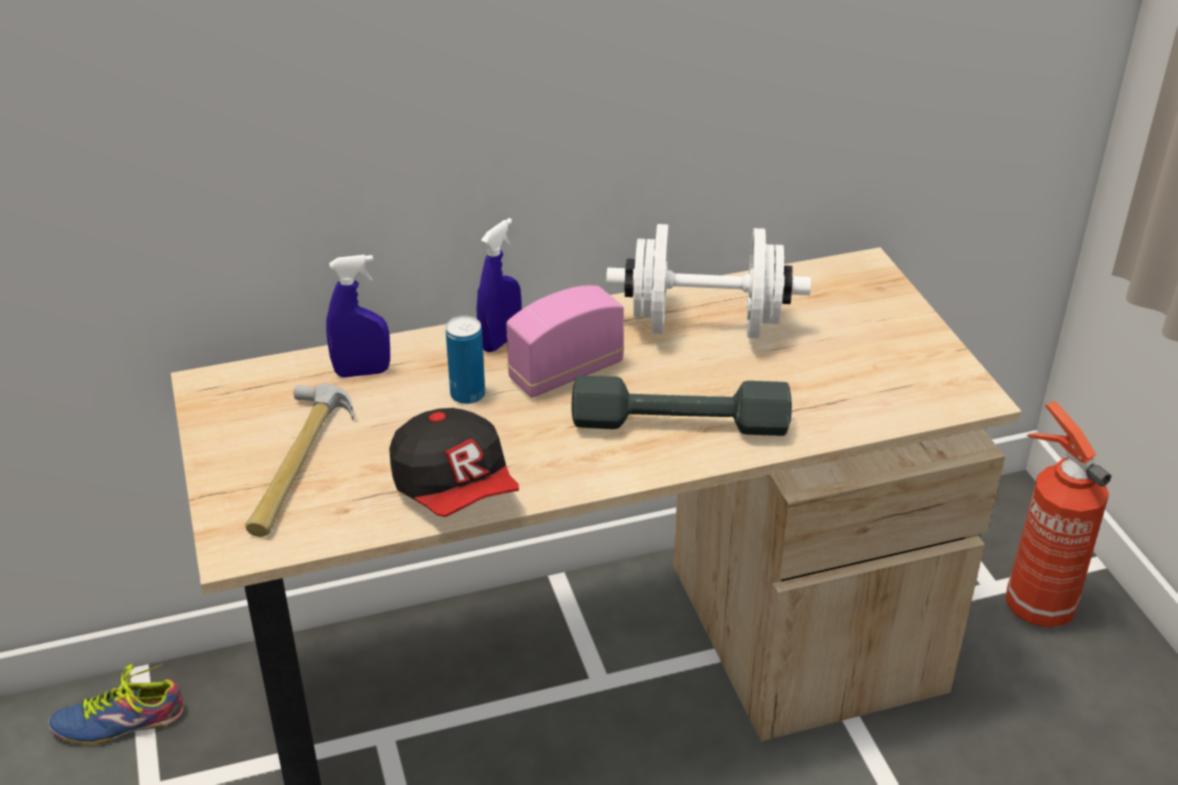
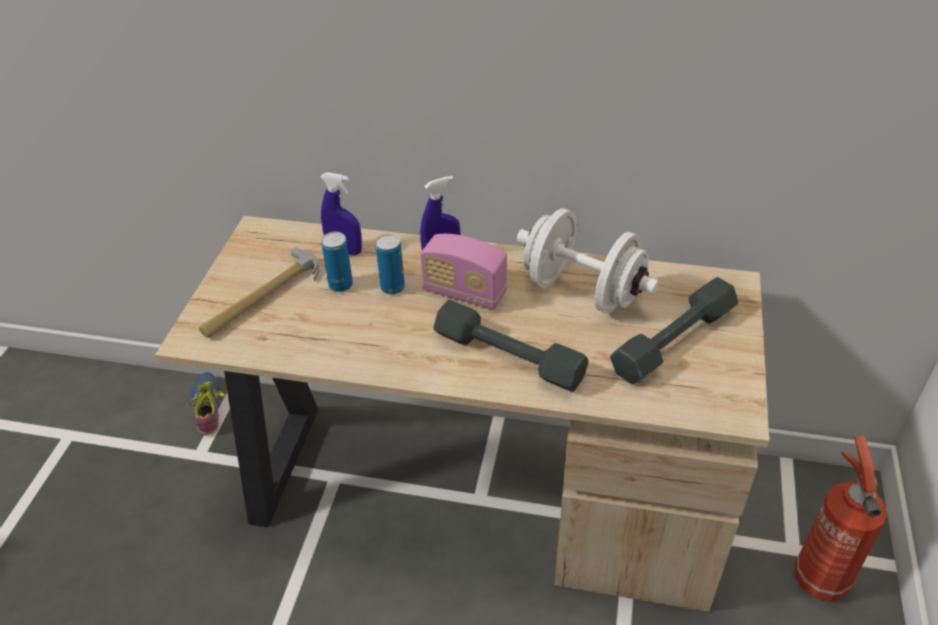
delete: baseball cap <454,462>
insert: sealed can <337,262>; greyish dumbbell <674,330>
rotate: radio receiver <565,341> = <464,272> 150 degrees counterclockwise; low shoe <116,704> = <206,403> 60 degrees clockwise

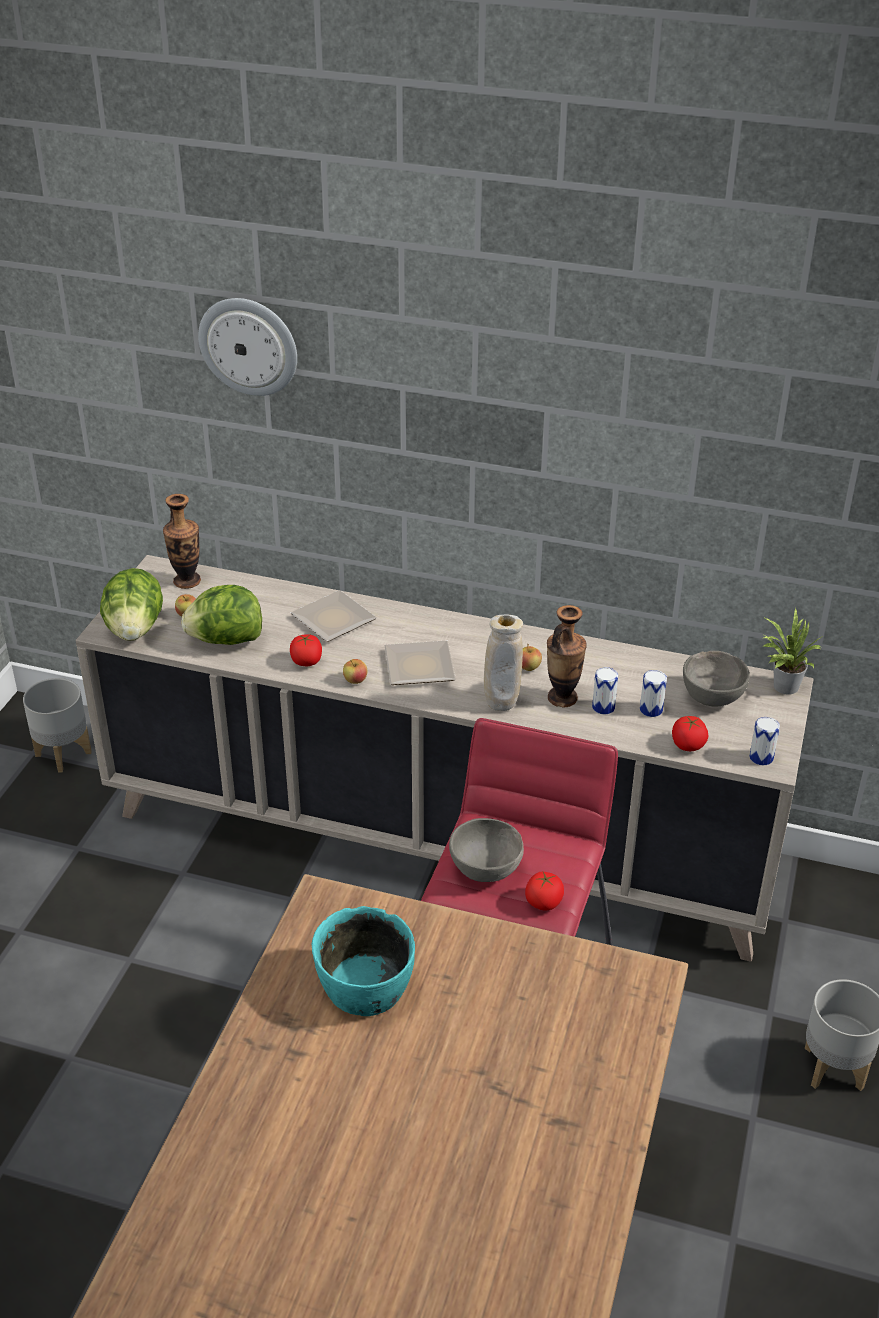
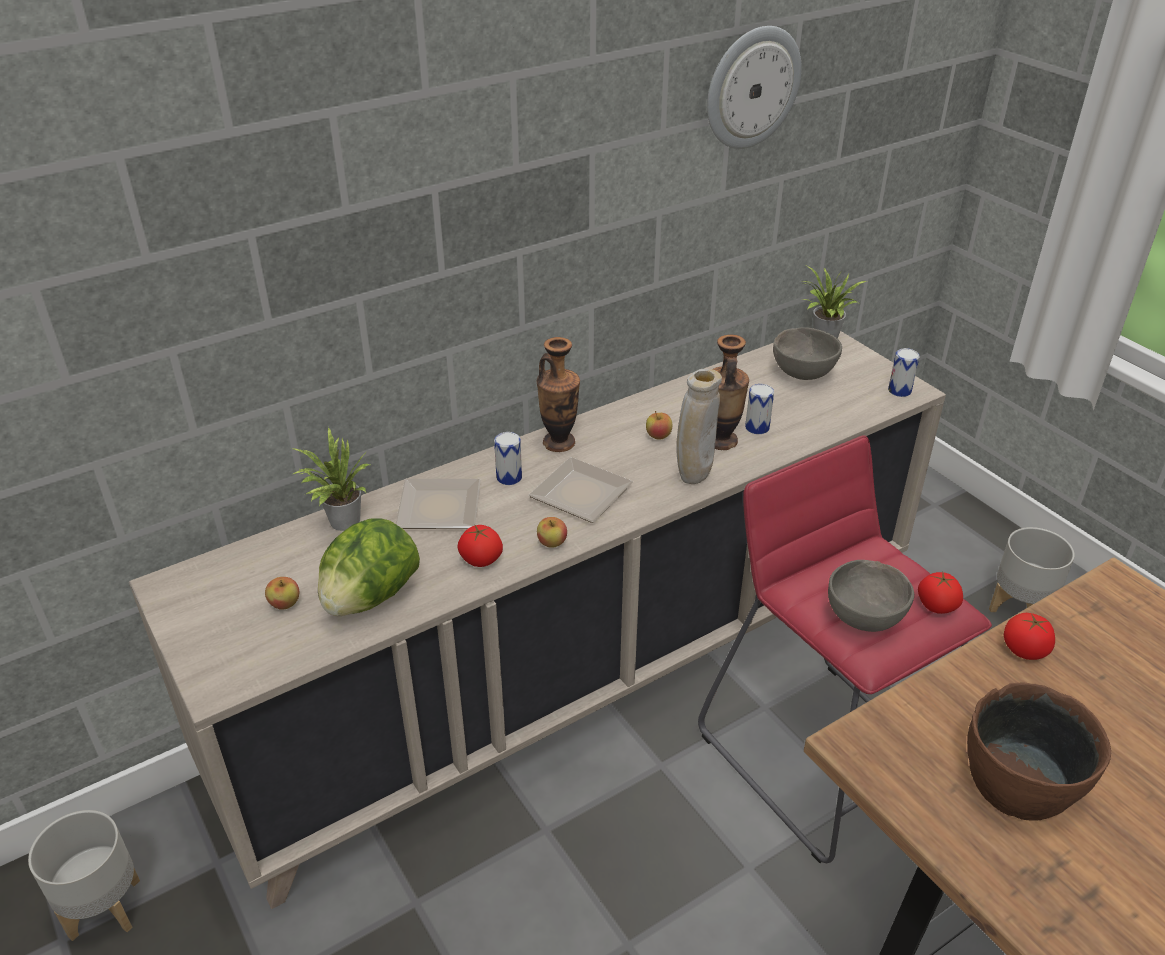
delete: lettuce head <131,604>
insert: houseplant <330,479>
move: wall clock <247,347> to <754,87>; flower vase <182,541> to <558,394>; sealed can <653,693> to <508,458>; tomato <690,733> to <1029,636>
recolor: turquoise-coloured bowl <363,961> to brown-coloured bowl <1039,751>

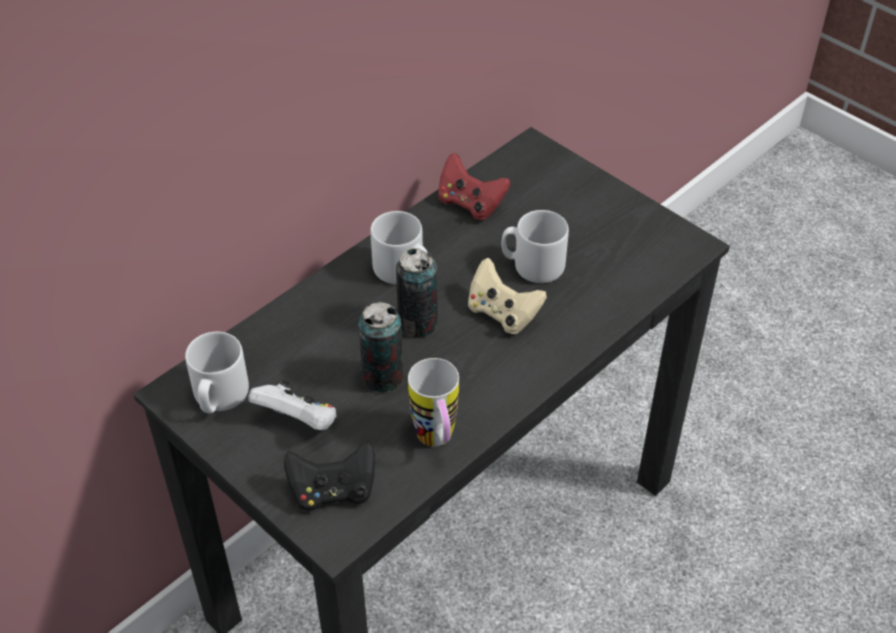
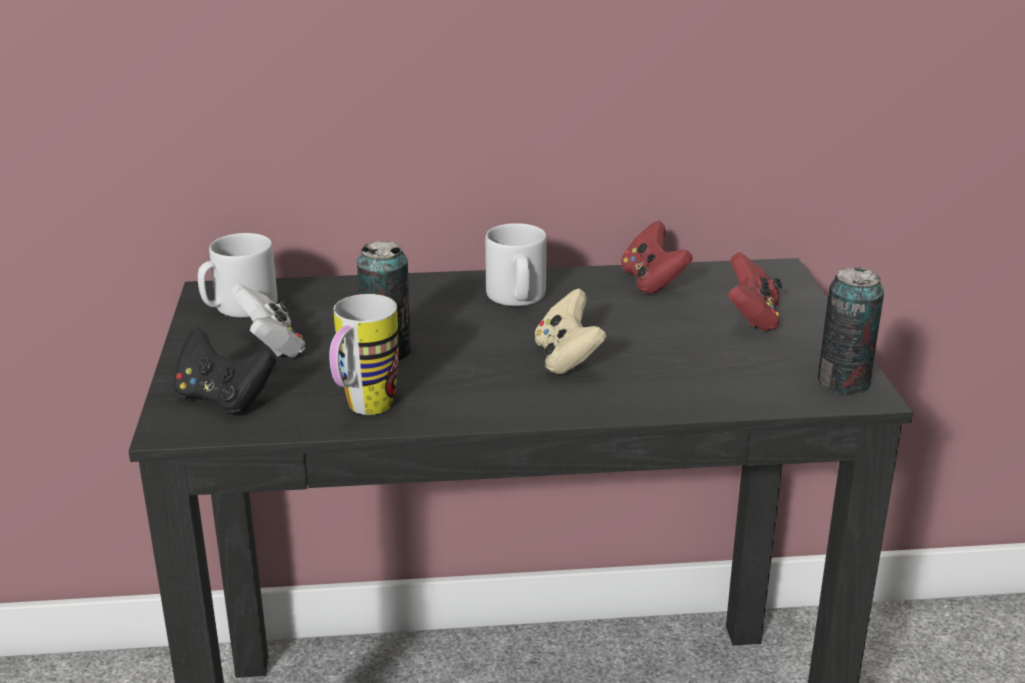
delete: greyish mug <535,246>
insert: reddish game controller <755,291>
move: sealed can <417,292> to <850,330>

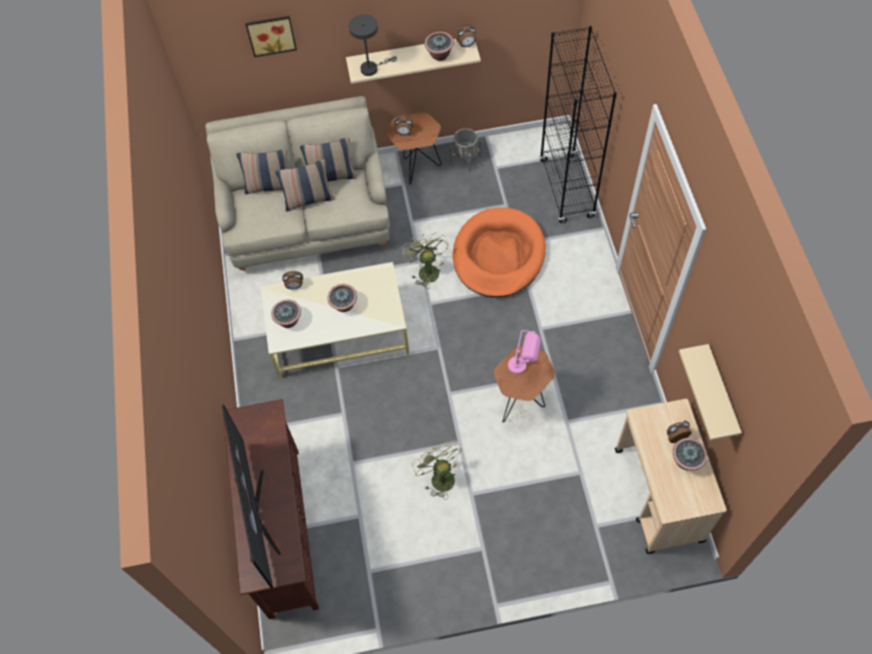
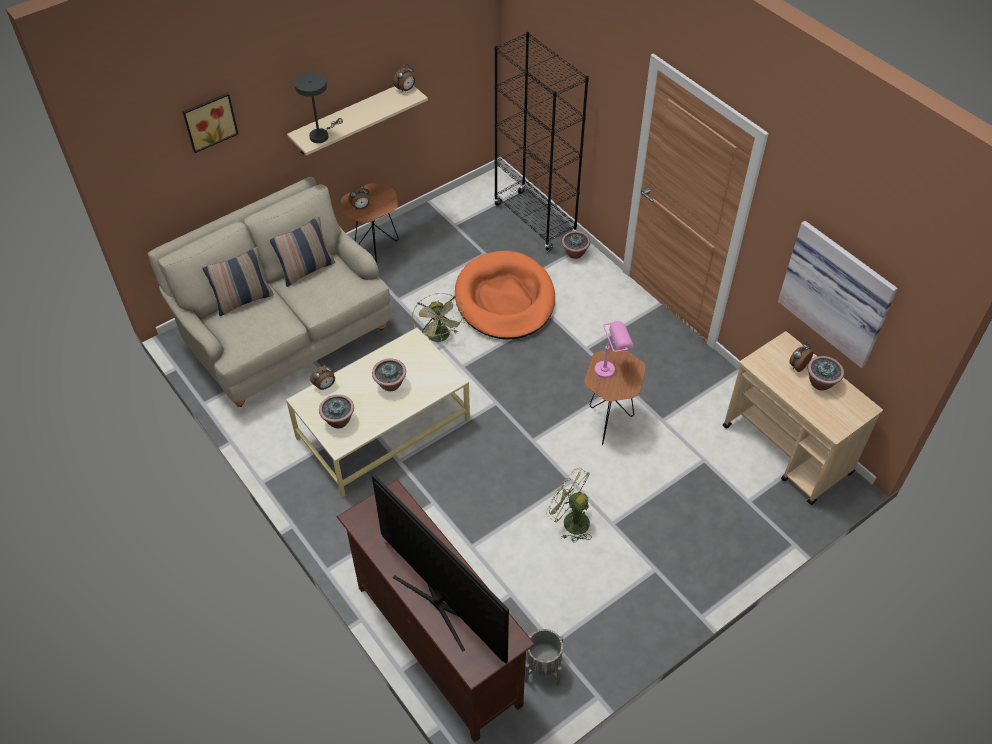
delete: cushion <305,185>
move: houseplant <439,46> to <576,245>; greyish plant pot <466,150> to <544,657>
replace: sand-coloured shelf <710,392> to wall picture <838,294>
rotate: greenish electric fan <425,260> = <438,317> 150 degrees counterclockwise

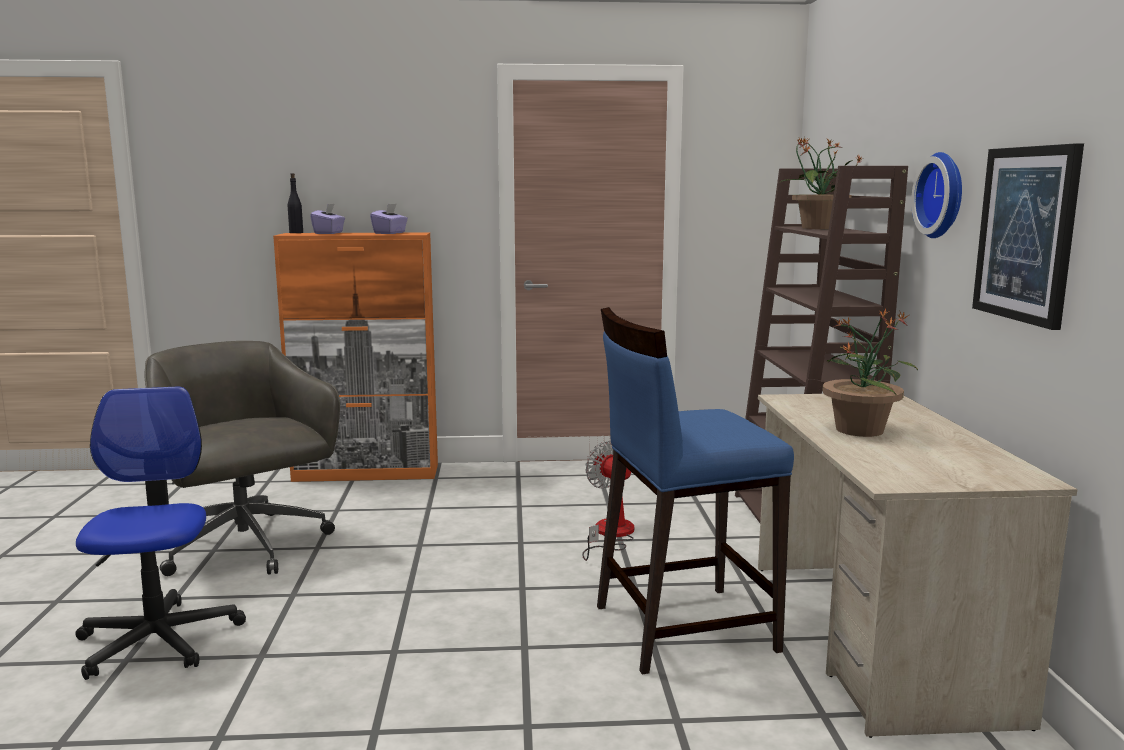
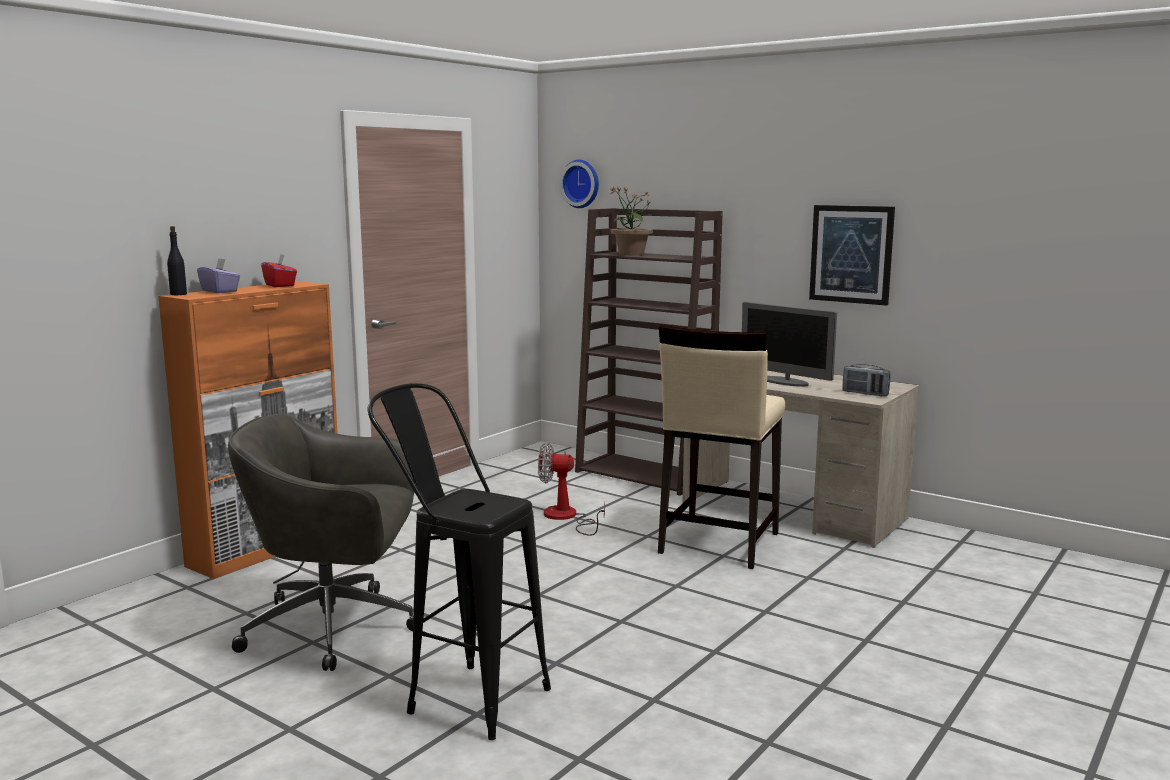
insert: radio receiver <866,380>
move: wall clock <936,195> to <579,184>
replace: houseplant <870,373> to computer display <789,344>; computer chair <160,533> to black-coloured stool seat <459,561>
recolor: purplish tissue box <389,219> to reddish tissue box <279,270>; blue-coloured stool seat <695,490> to sand-coloured stool seat <721,447>

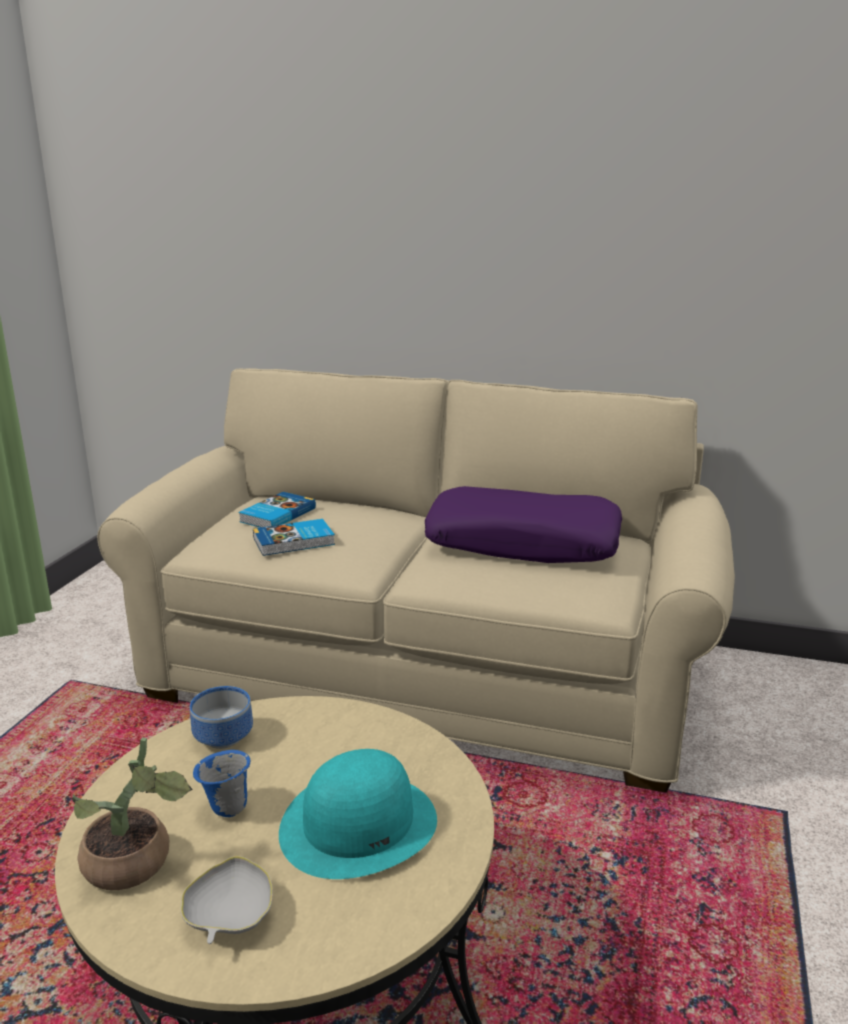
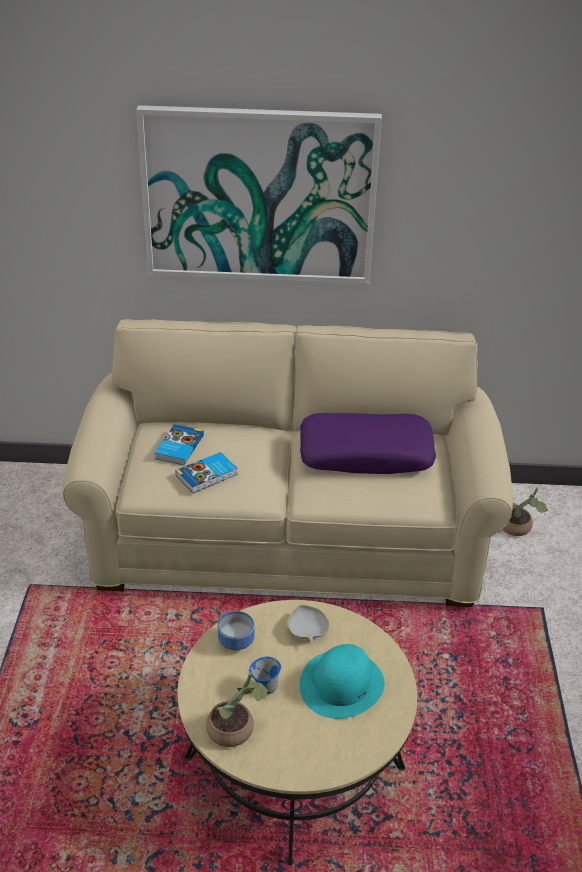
insert: wall picture <259,194>; houseplant <525,512>
move: whitish bowl <227,900> to <308,624>

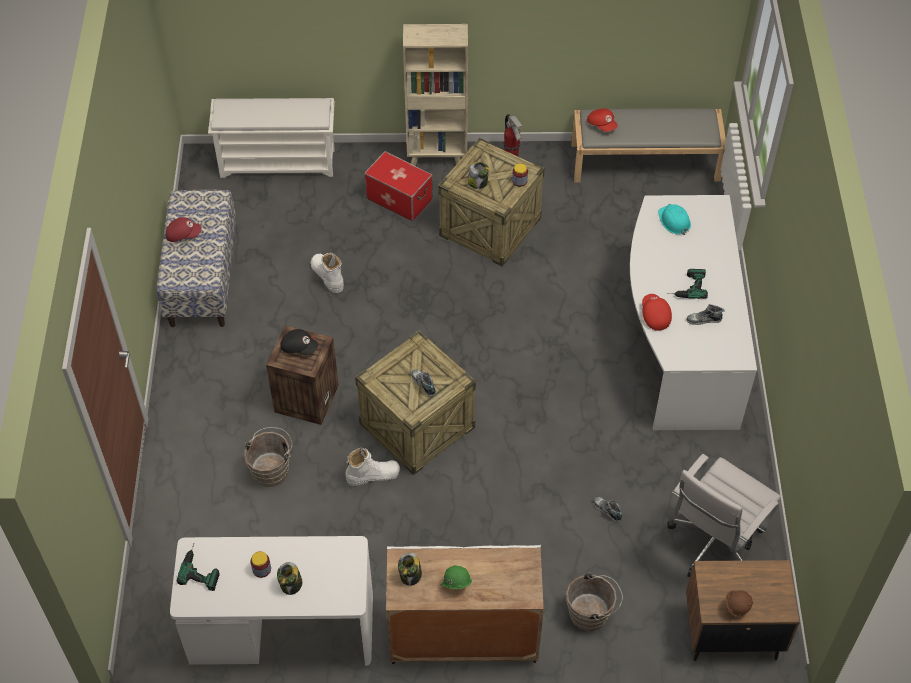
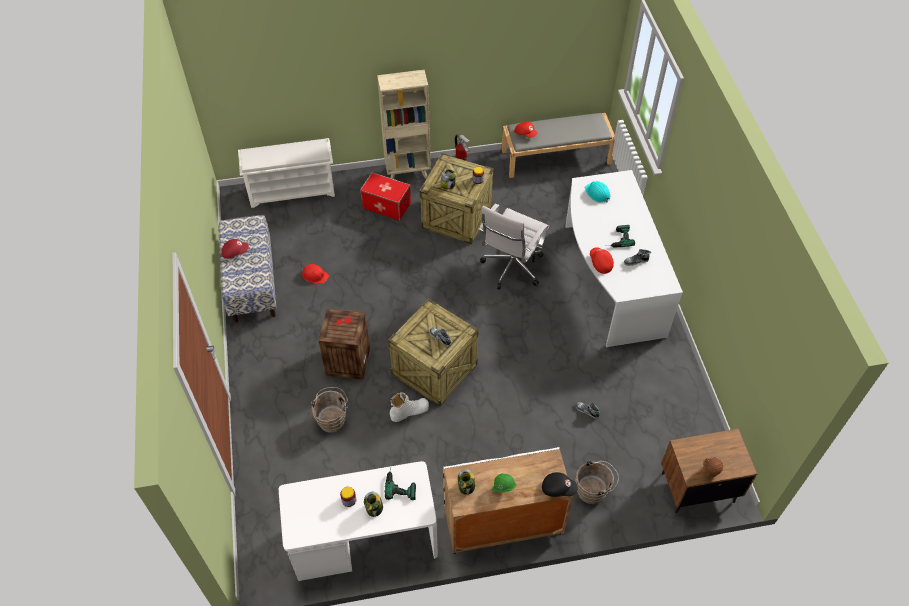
delete: whitish high-top boot <327,273>
insert: reddish hard hat <315,273>
move: black-coloured baseball cap <299,342> to <560,484>; whitish computer chair <724,515> to <513,246>; drill <198,567> to <400,483>

